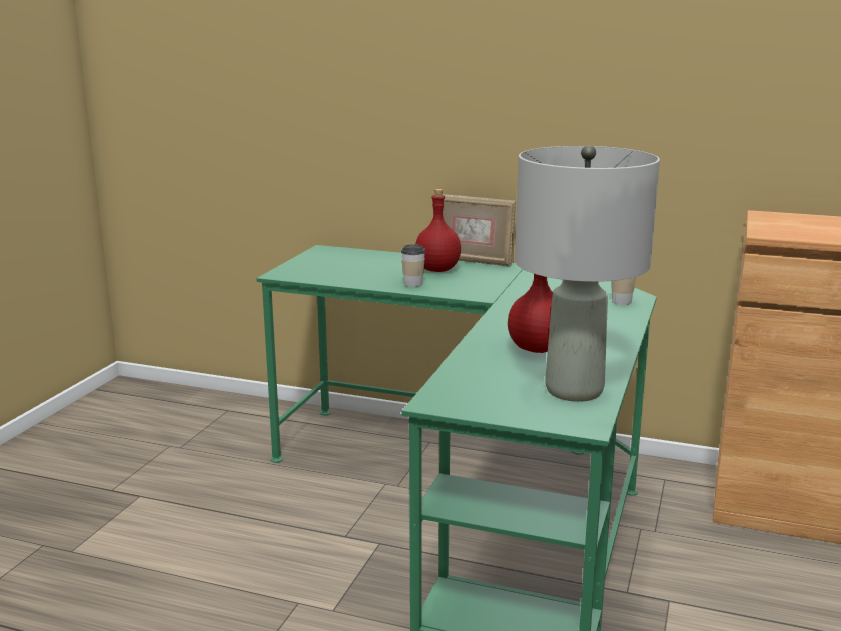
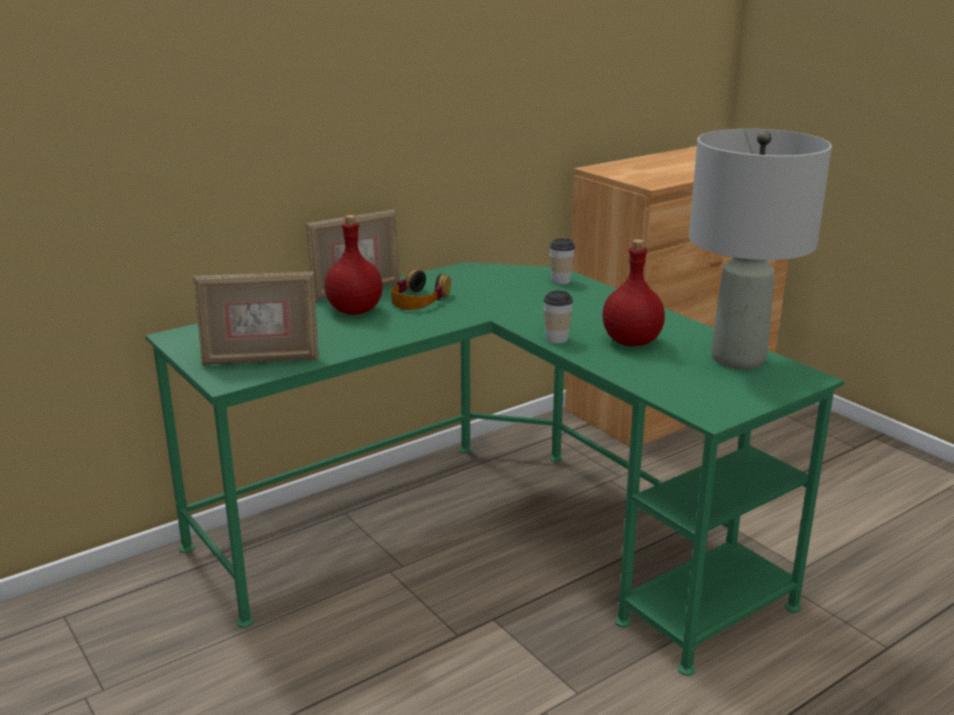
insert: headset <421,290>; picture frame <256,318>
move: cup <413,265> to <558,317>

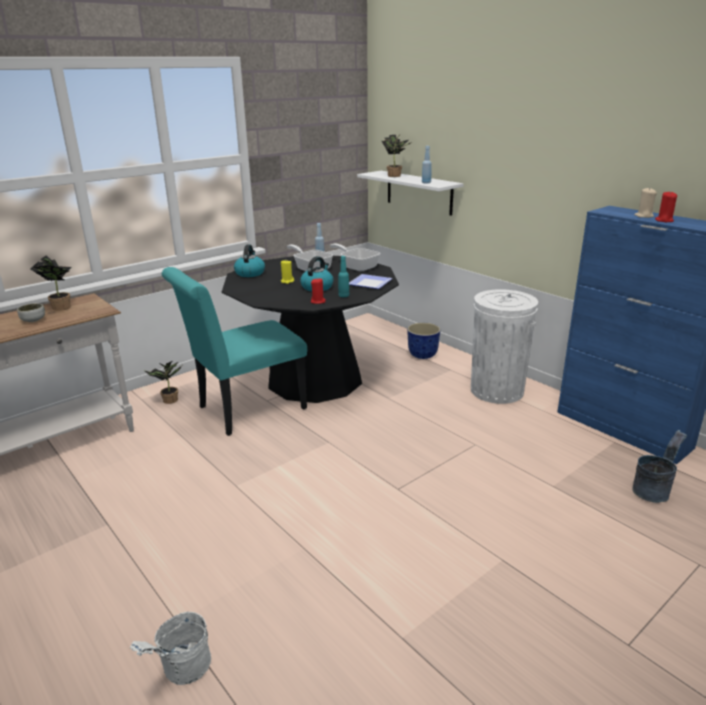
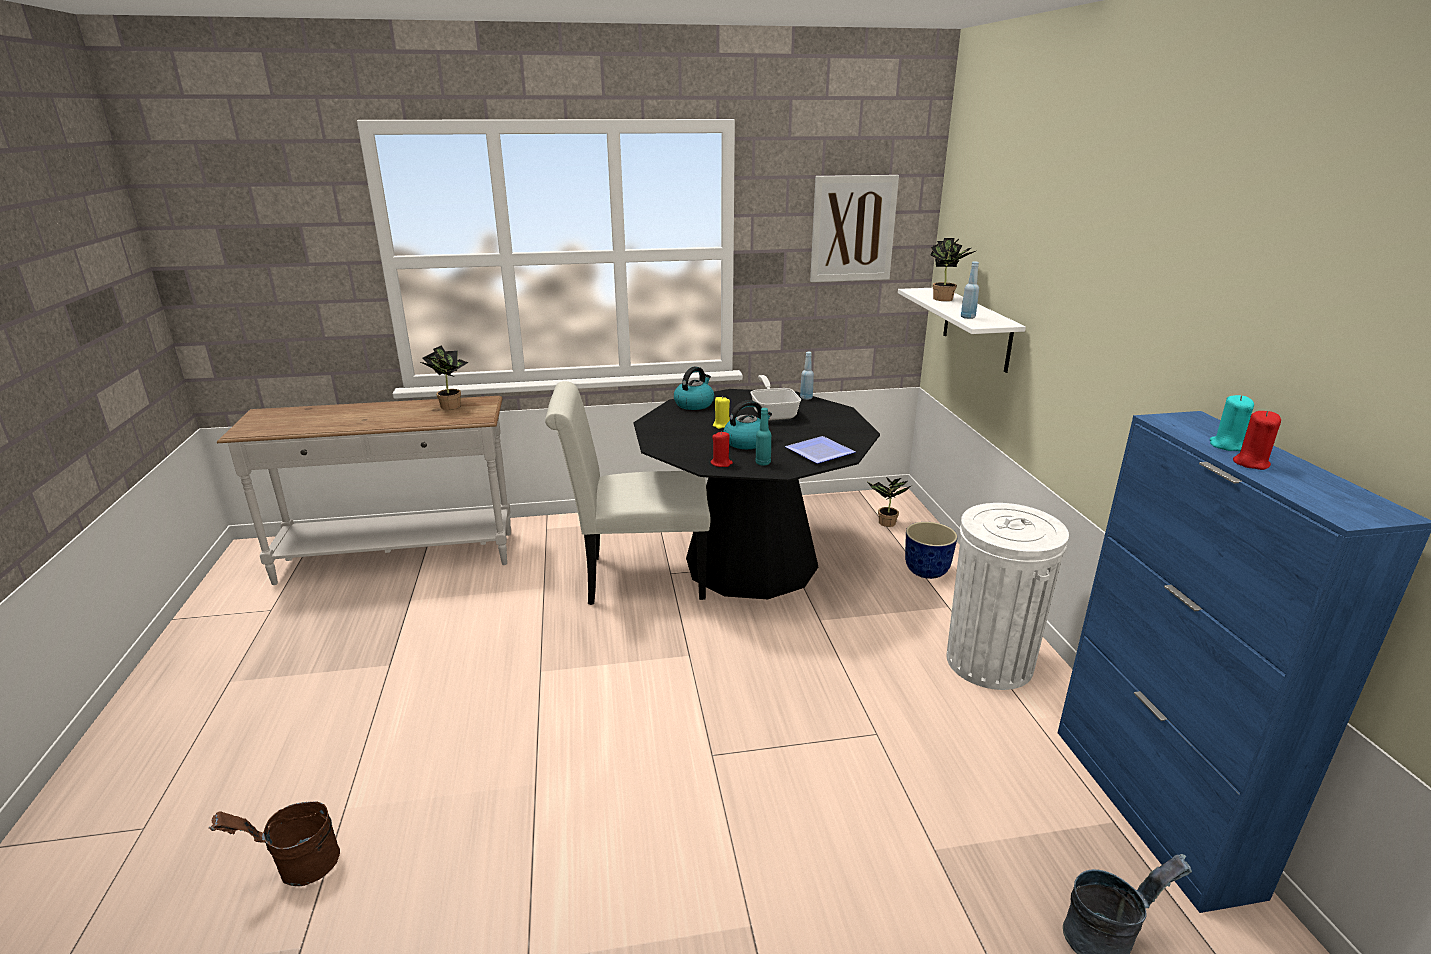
delete: pan <355,258>; bowl <31,312>
insert: wall picture <854,228>
move: houseplant <163,382> to <889,502>
recolor: sand-coloured wax light <645,202> to turquoise-coloured wax light <1232,423>; turquoise-coloured plain chair <234,351> to whitish plain chair <628,493>; whitish pail <170,648> to brown-coloured pail <274,843>

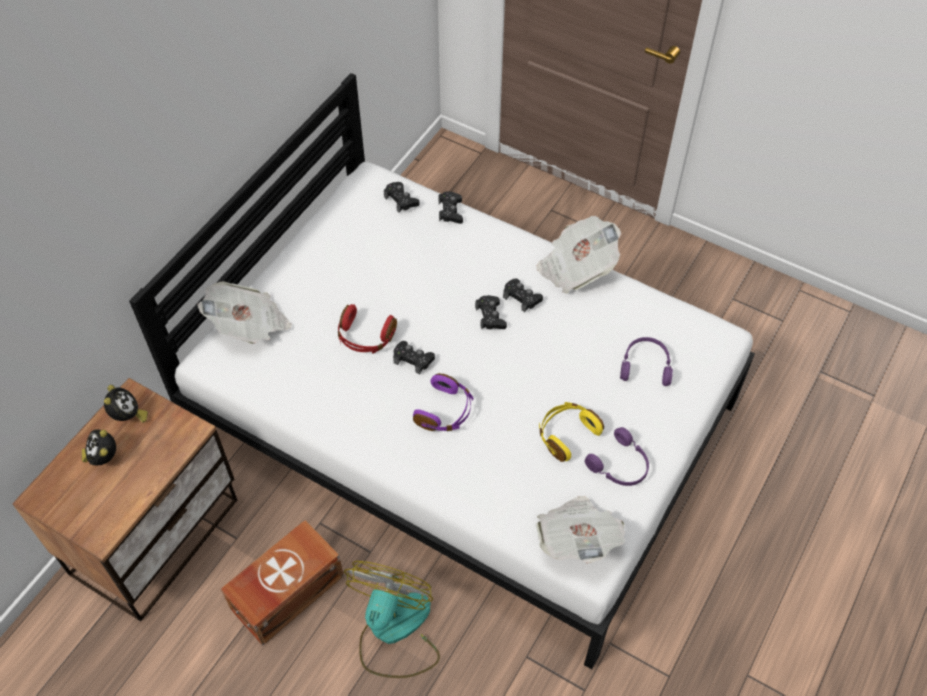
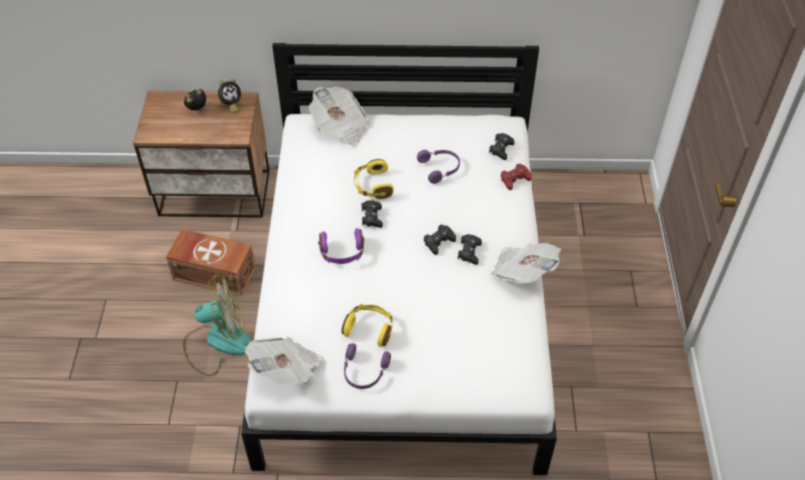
move: purplish headset <646,361> to <438,167>
recolor: black-coloured game controller <450,207> to reddish game controller <516,177>; reddish headset <367,329> to yellowish headset <374,179>

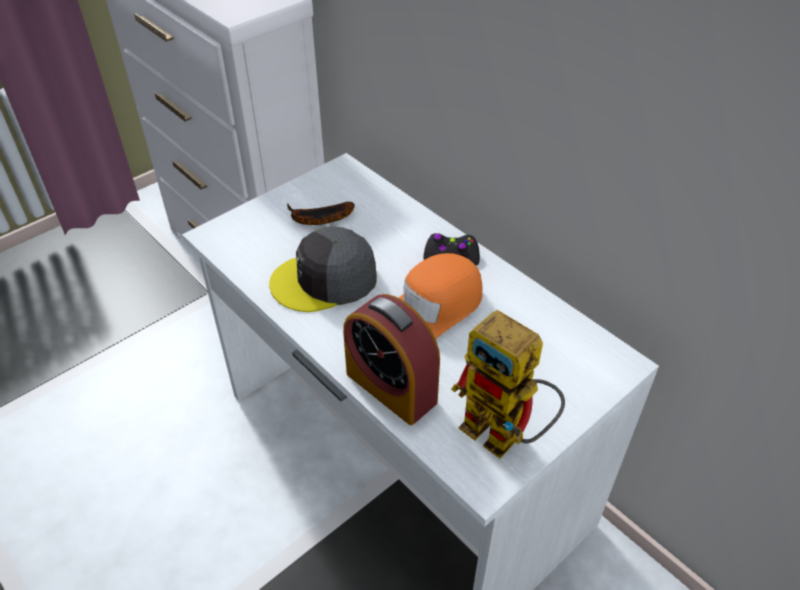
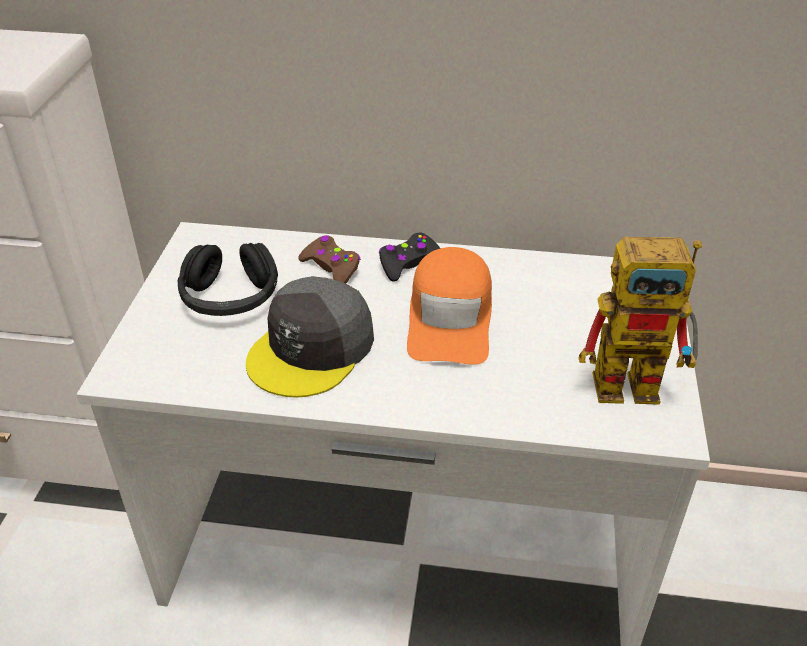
delete: table clock <391,359>
insert: brown-coloured game controller <329,259>
replace: whole banana <321,213> to black-coloured headset <228,279>

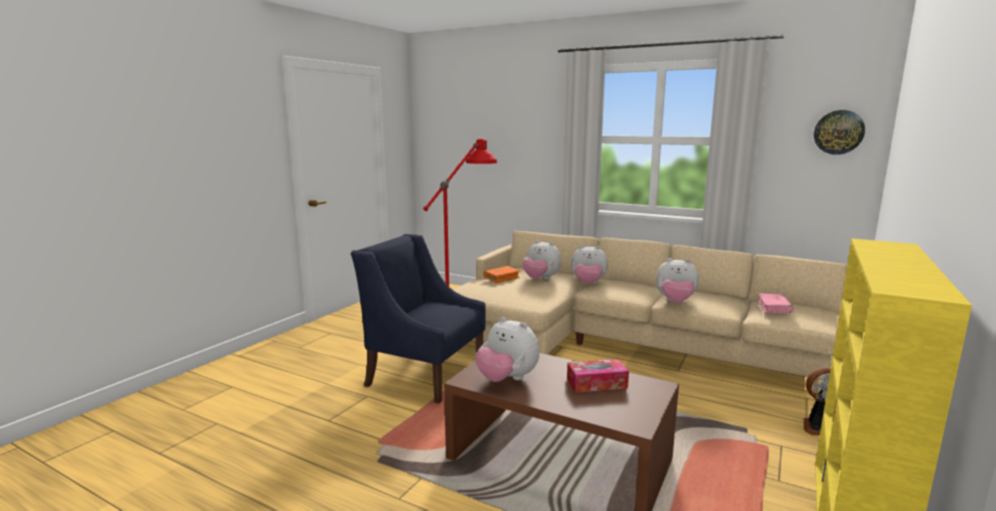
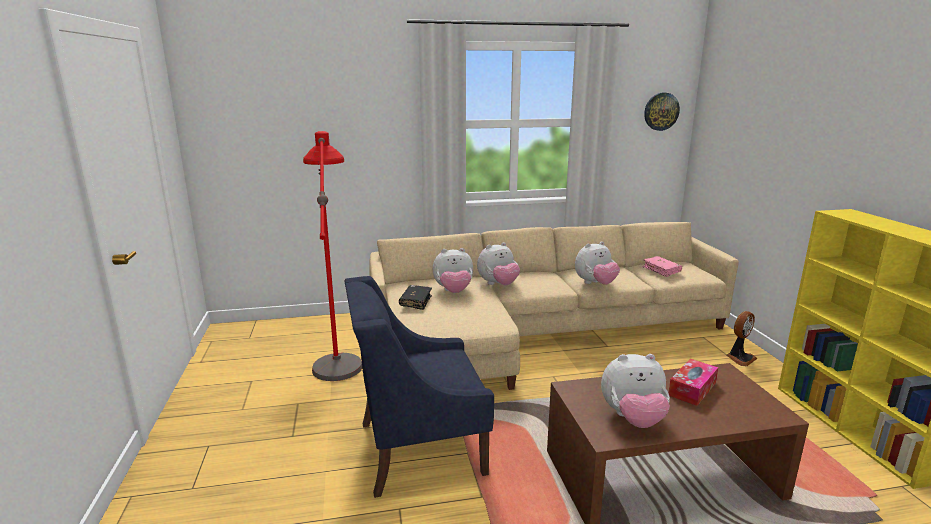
recolor: orangey bound book <501,275> to black-coloured bound book <415,297>

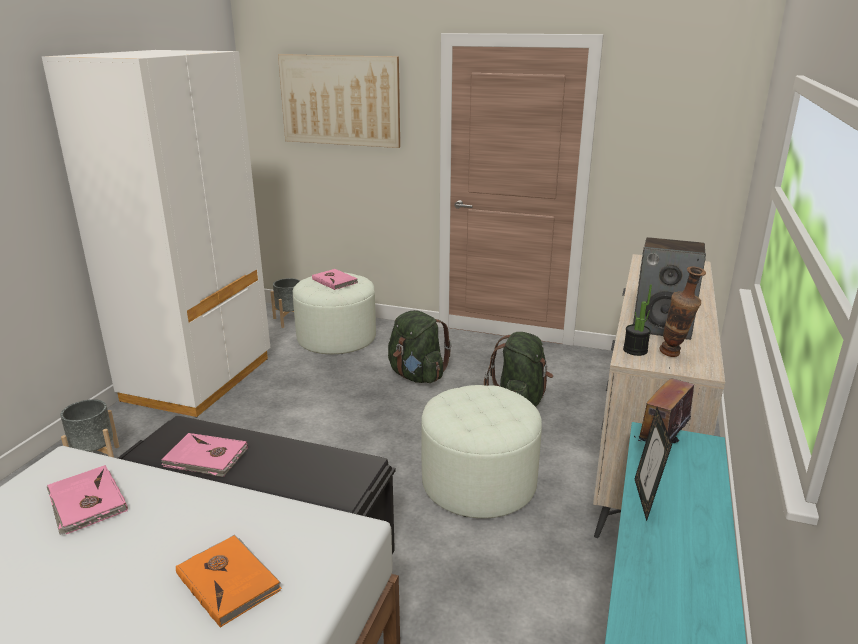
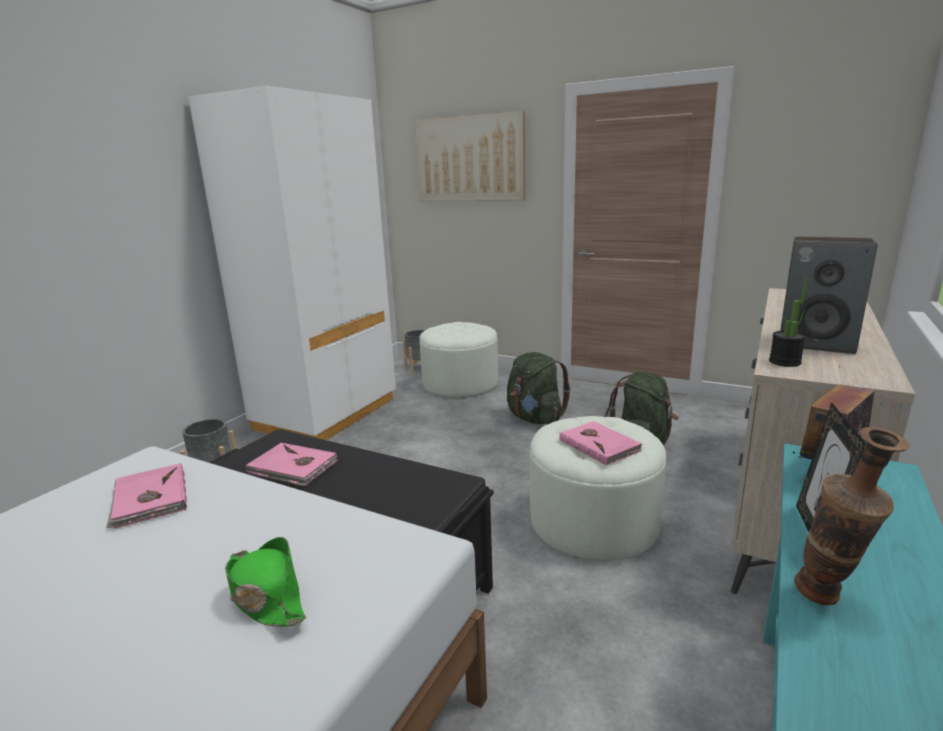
move: flower vase <682,311> to <851,516>; pinkish bound book <335,279> to <600,443>
replace: orangey bound book <229,581> to greenish wearable hat <265,582>

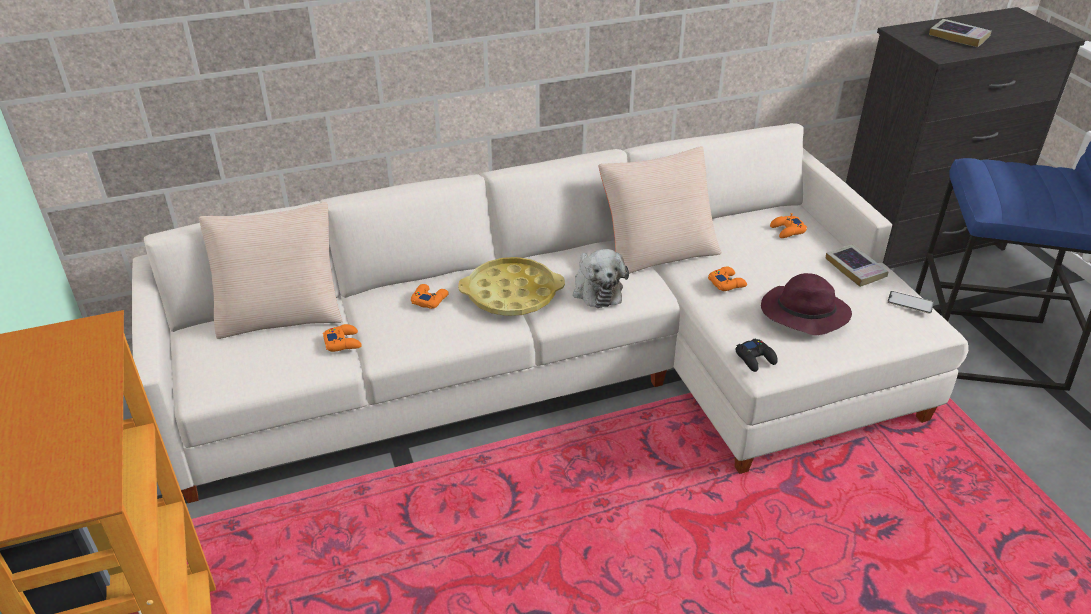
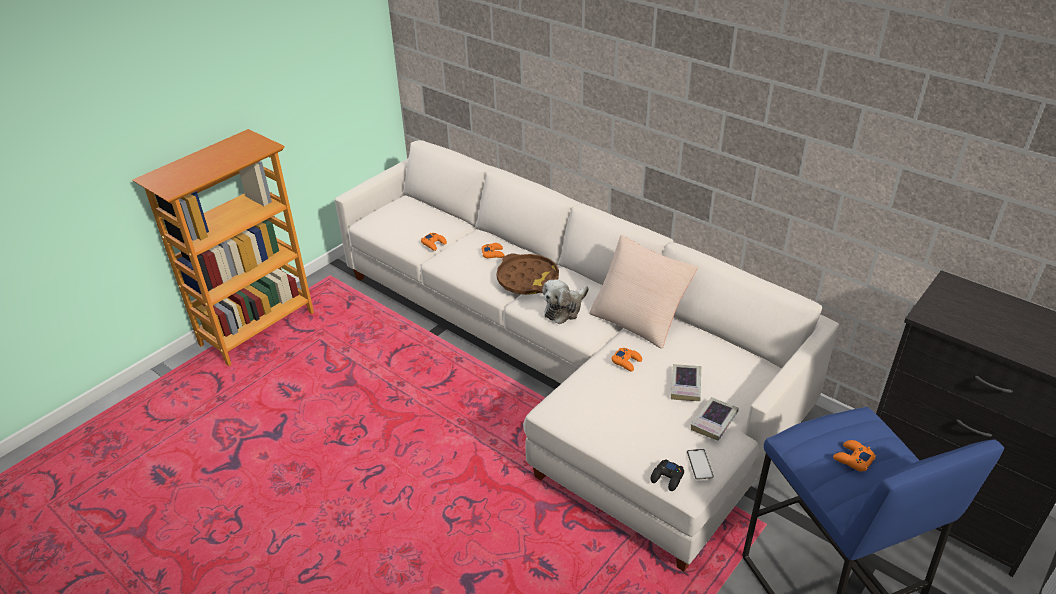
delete: sand-coloured cushion <271,270>; purplish wearable hat <806,304>
move: bound book <960,33> to <686,382>; orangey game controller <788,225> to <854,456>; black-coloured game controller <757,355> to <667,475>
recolor: yellowish tray <511,286> to brown-coloured tray <527,274>

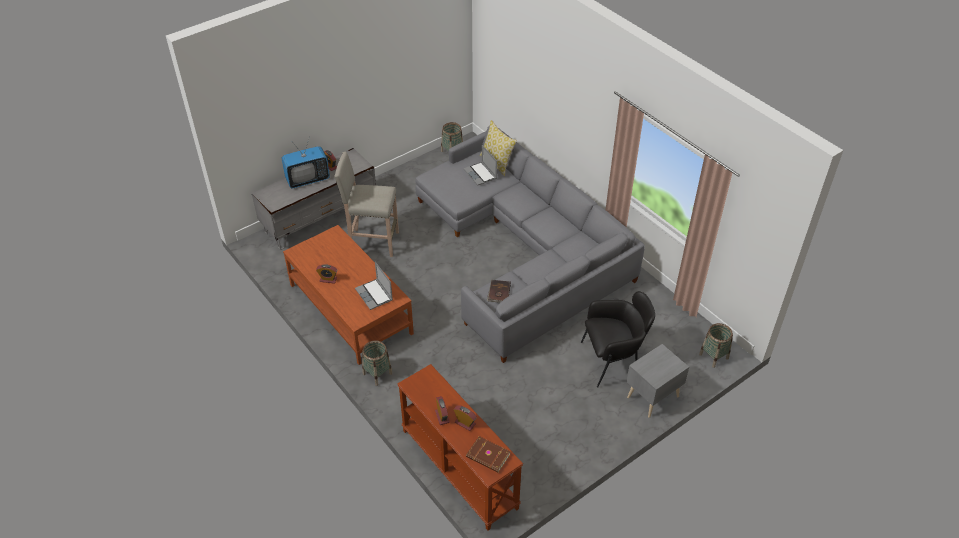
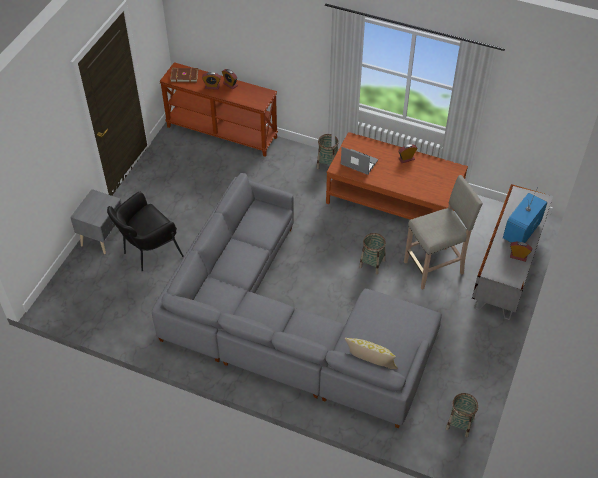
delete: portable computer <480,165>; brown-coloured bound book <499,291>
move: household basket <716,345> to <372,253>

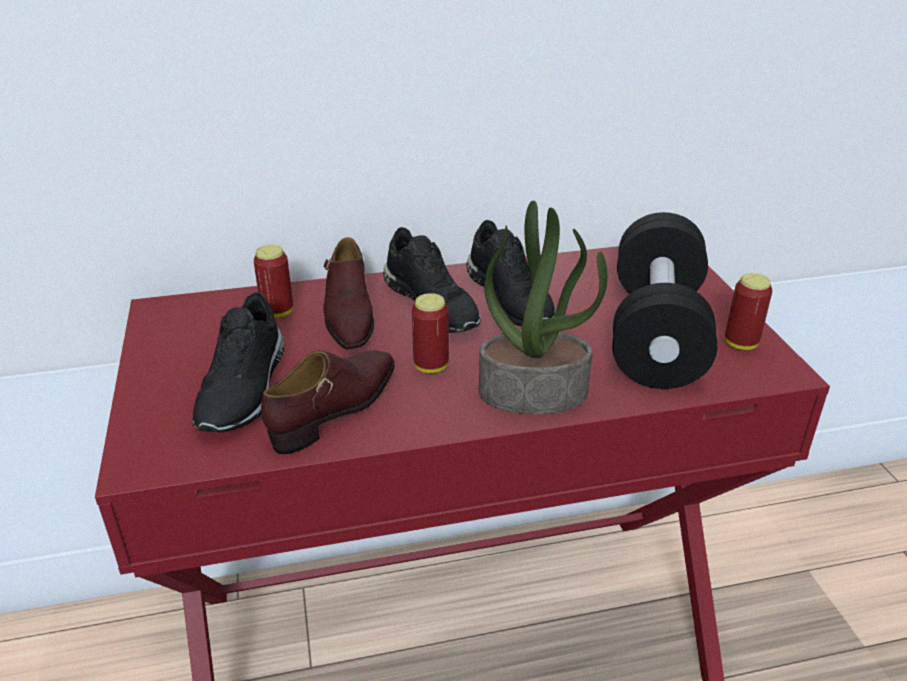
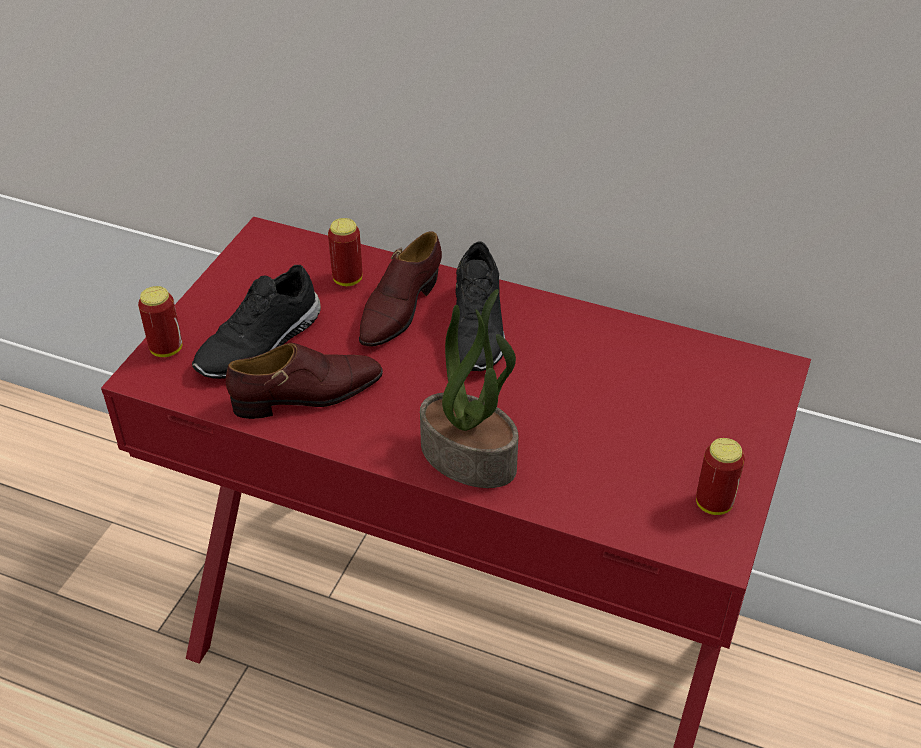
delete: black-coloured dumbbell <665,300>; black-coloured low shoe <511,273>
move: sealed can <430,333> to <160,321>

